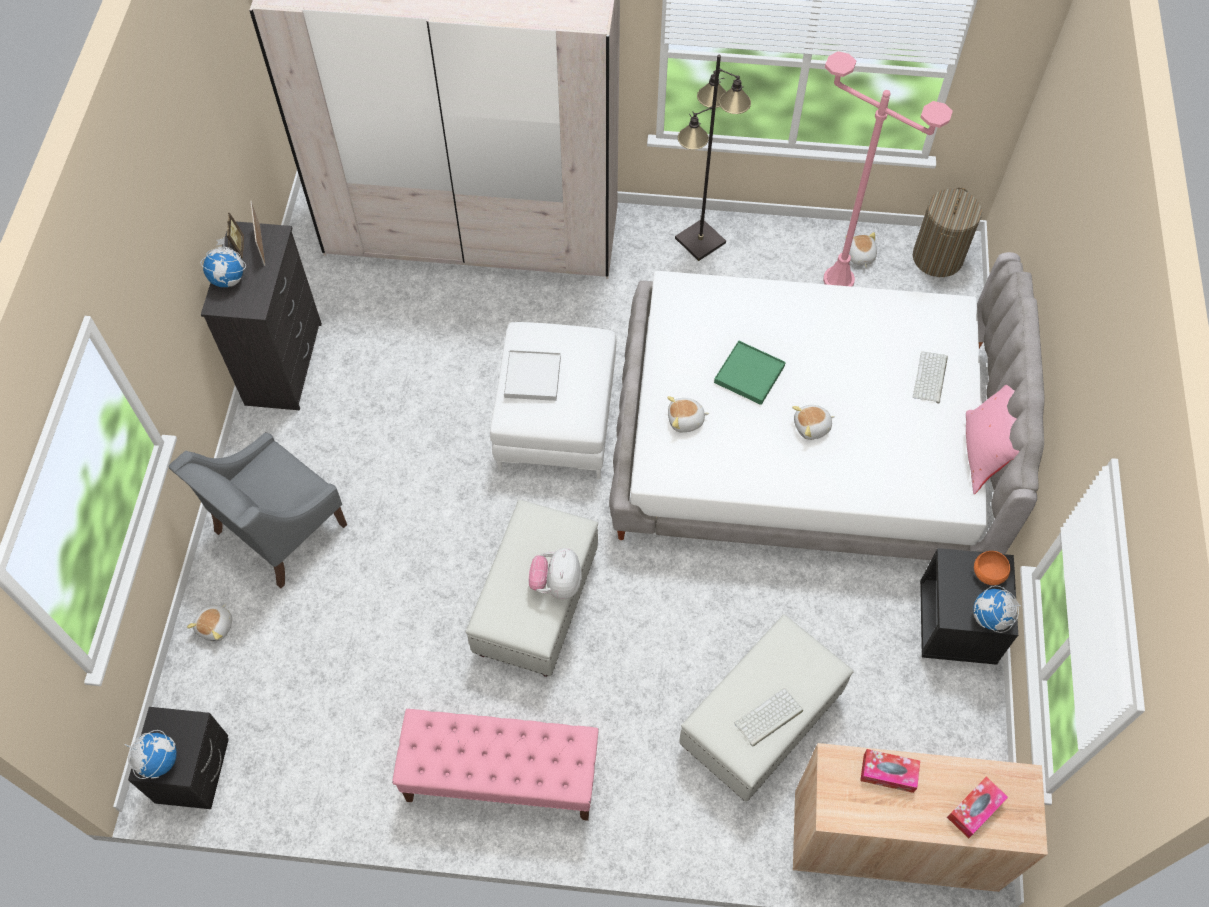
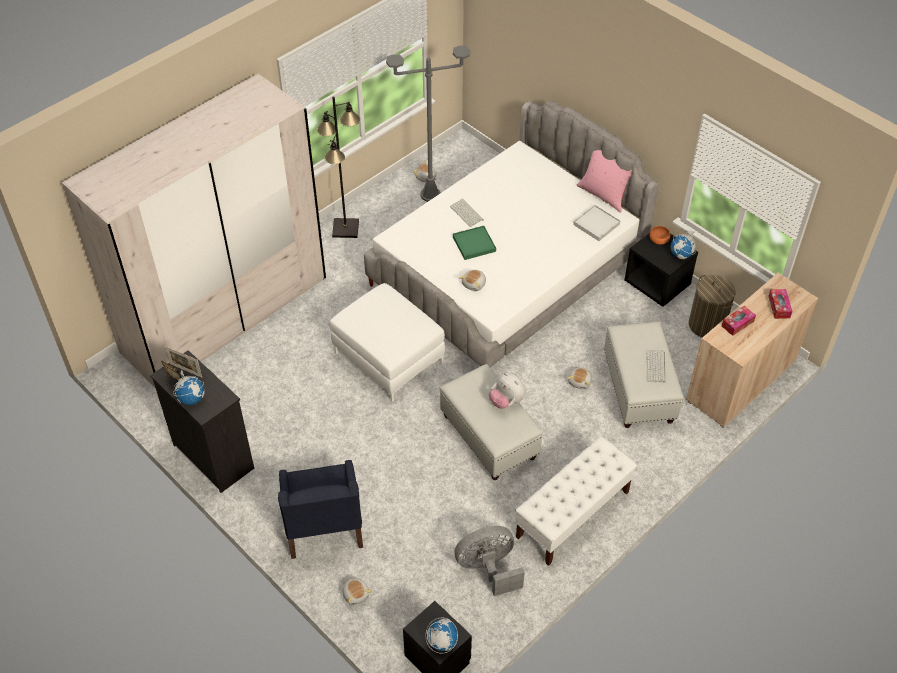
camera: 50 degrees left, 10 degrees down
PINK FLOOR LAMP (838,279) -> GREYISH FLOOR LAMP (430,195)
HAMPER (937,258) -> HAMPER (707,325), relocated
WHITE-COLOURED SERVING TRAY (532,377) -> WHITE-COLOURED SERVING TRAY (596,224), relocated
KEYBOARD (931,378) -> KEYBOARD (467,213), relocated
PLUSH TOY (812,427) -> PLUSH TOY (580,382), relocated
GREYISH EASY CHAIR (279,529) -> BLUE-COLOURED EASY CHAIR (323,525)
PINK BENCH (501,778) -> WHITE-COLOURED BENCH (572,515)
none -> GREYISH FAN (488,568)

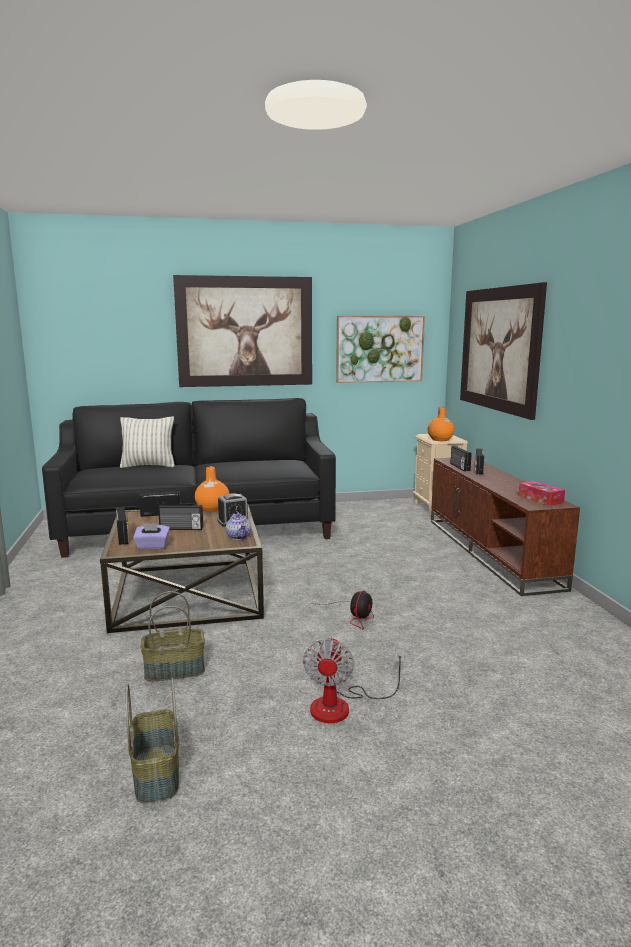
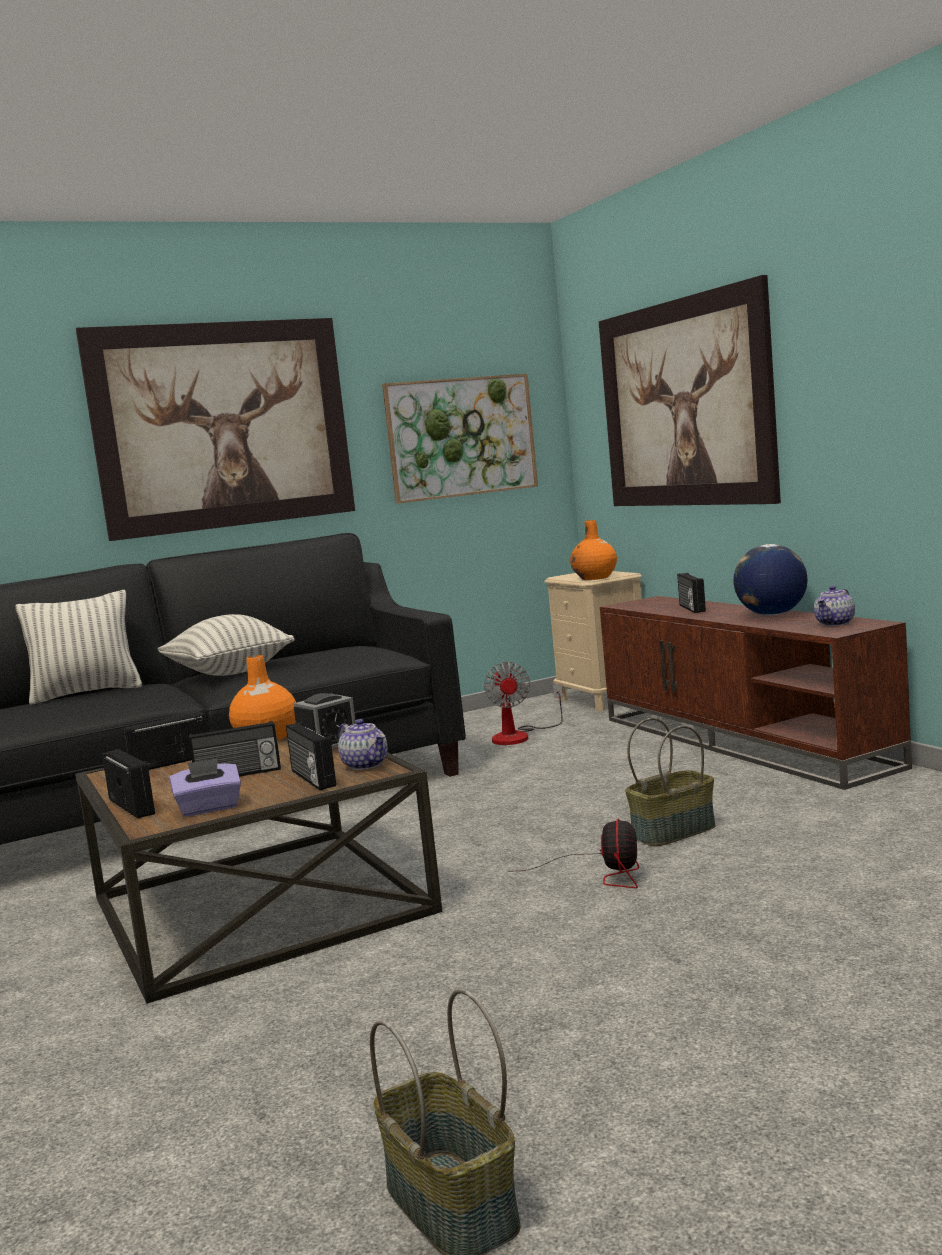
camera: 15 degrees left, 5 degrees down
RADIO SET (459,467) -> RADIO SET (311,779), relocated
TISSUE BOX (540,499) -> POT FOR TEA (835,623)
HOUSEHOLD BASKET (175,670) -> HOUSEHOLD BASKET (673,831), relocated
FAN (342,706) -> FAN (519,736), relocated
none -> GLOBE (771,615)
none -> CUSHION (229,672)

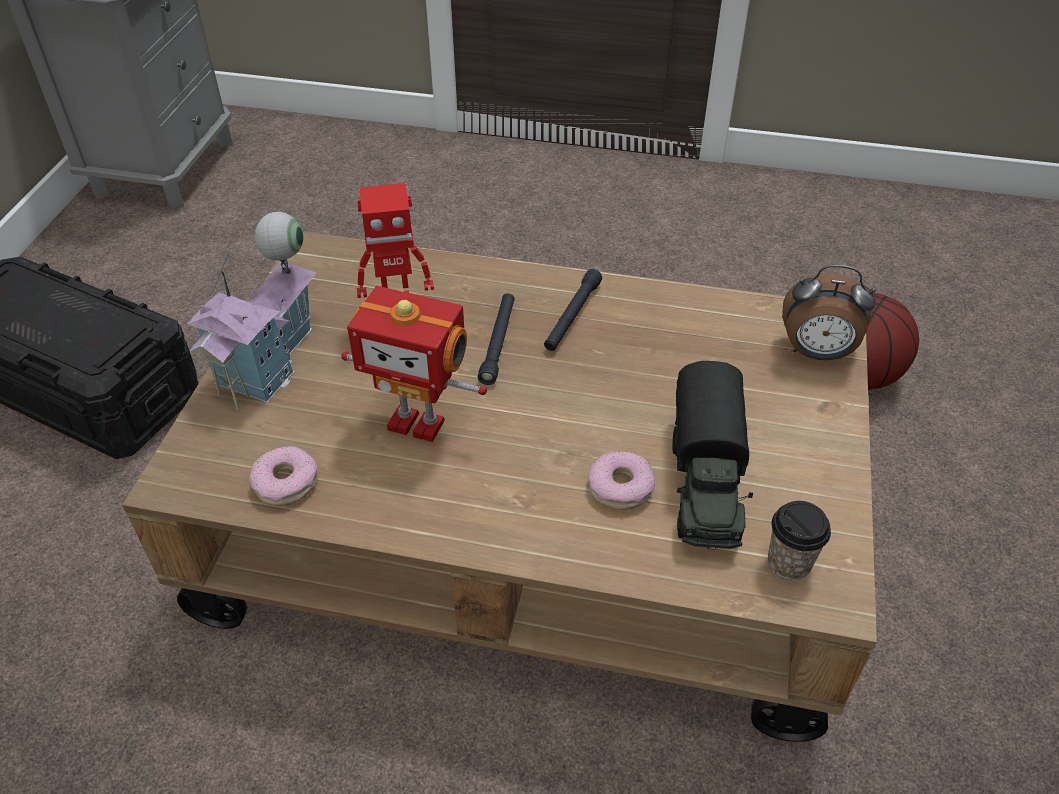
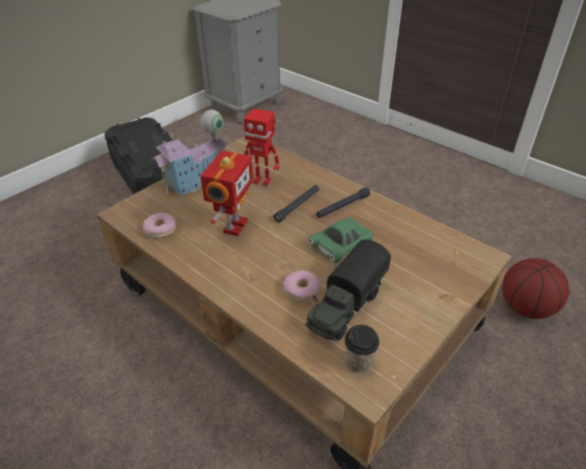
camera: 30 degrees right, 5 degrees down
TABLE CLOCK (816,353) -> none
TOY ROBOT (417,422) -> TOY ROBOT (233,226), 120 degrees counterclockwise
none -> GREENISH MODEL CAR (340,247)

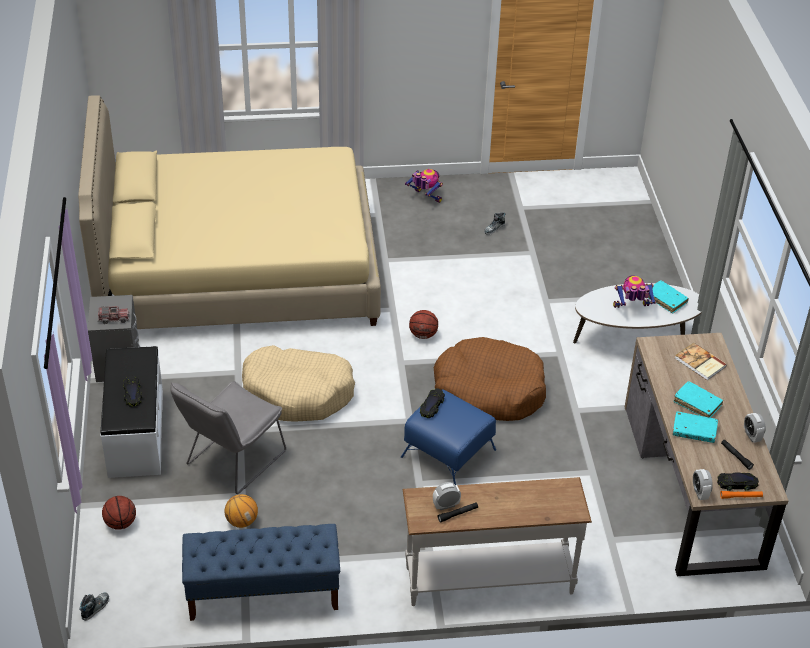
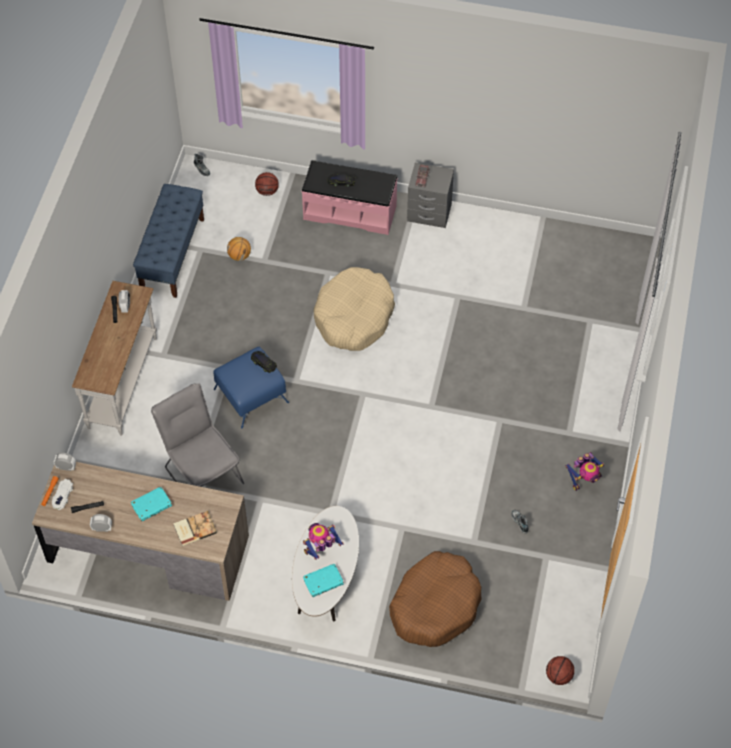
camera: 110 degrees right, 15 degrees up
BEIGE-COLOURED SLEEPING BED (238,271) -> none
TOY ROBOT (631,309) -> TOY ROBOT (321,549), 135 degrees counterclockwise
BASKETBALL BALL (423,335) -> BASKETBALL BALL (558,676), relocated
BROWNISH DOG CUSHION (489,391) -> BROWNISH DOG CUSHION (435,605), relocated
WHITE-COLOURED BENCH (135,433) -> PINK BENCH (350,212)
GREYISH PLAIN CHAIR (231,462) -> GREYISH PLAIN CHAIR (201,471), relocated
BLUE-GREEN BOOK (694,431) -> none
BLACK MODEL CAR (737,484) -> WHITE-COLOURED MODEL CAR (62,496)

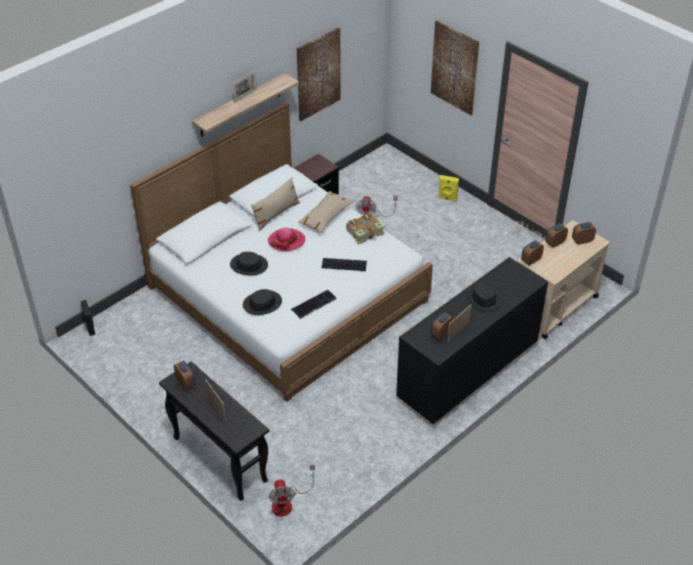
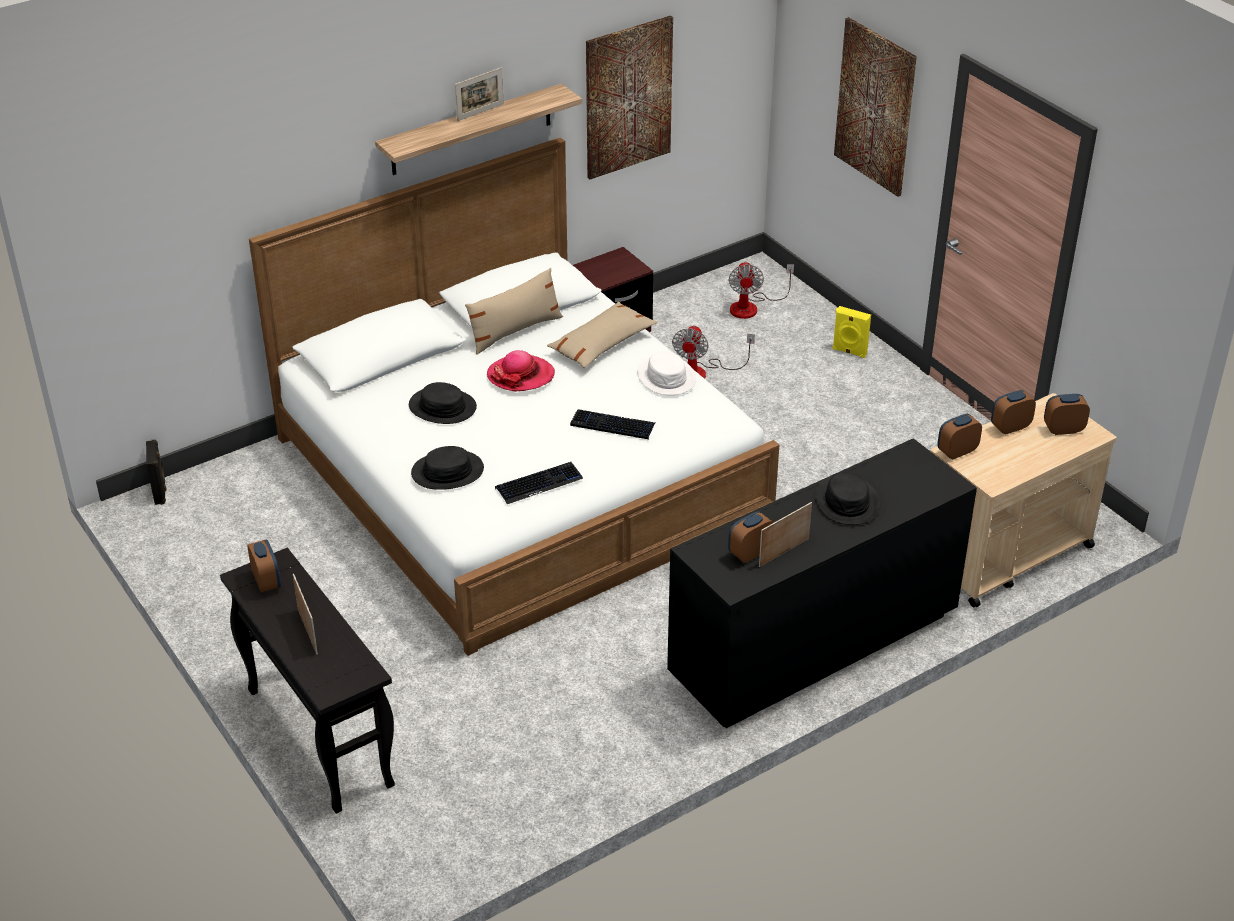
camera: 10 degrees right, 5 degrees down
BOOK (365,232) -> WHITE-COLOURED HAT (666,377)
FAN (287,502) -> FAN (751,307), relocated

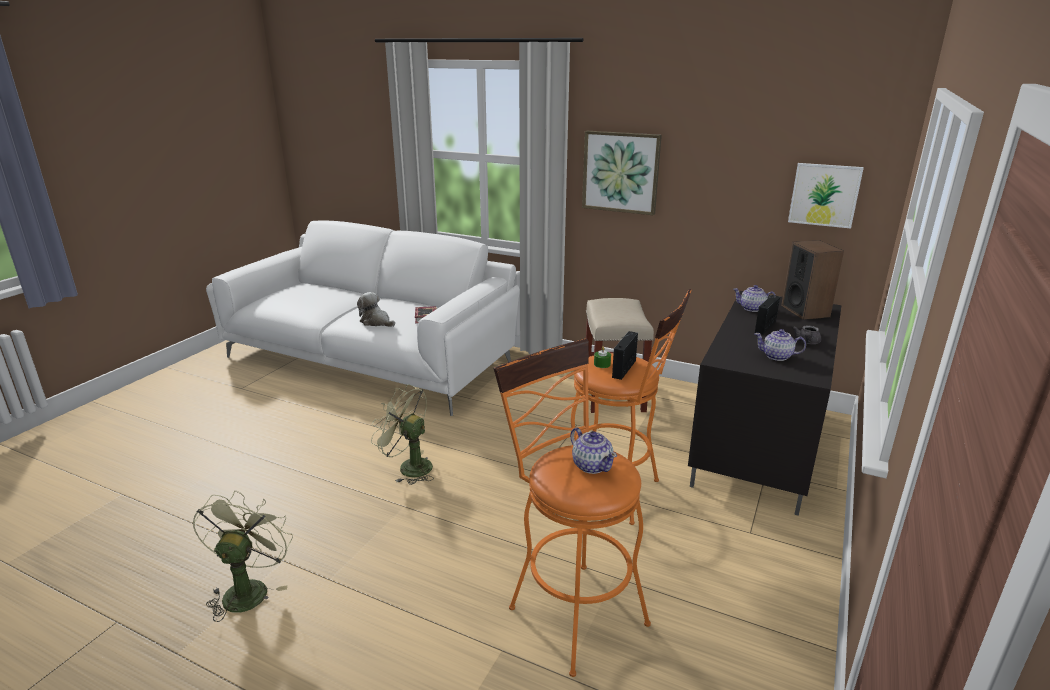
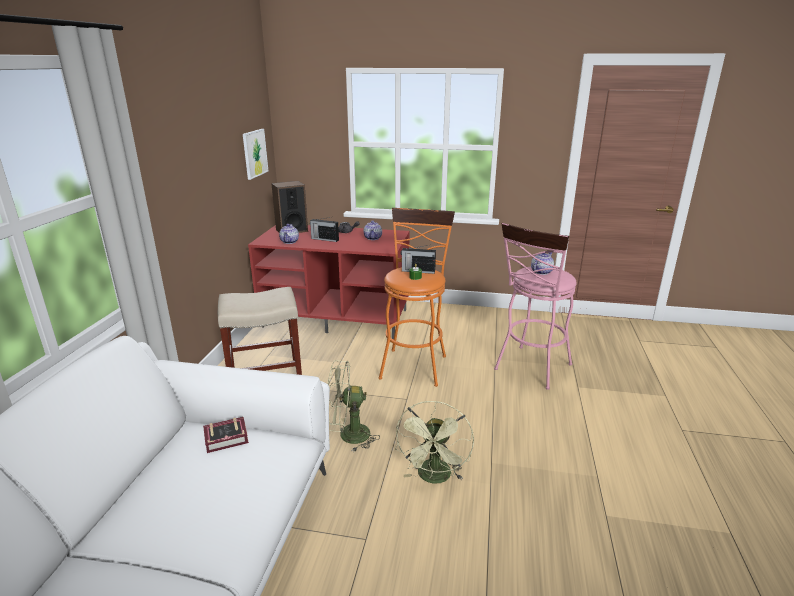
camera: 105 degrees left, 0 degrees up
WALL PICTURE (621,172) -> none
BLACK TV UNIT (759,447) -> REDDISH TV UNIT (337,318)
PLUSH TOY (376,322) -> none
ORANGE-COLOURED STOOL SEAT (570,608) -> PINK STOOL SEAT (530,369)
GREENISH FAN (248,589) -> GREENISH FAN (347,436), relocated

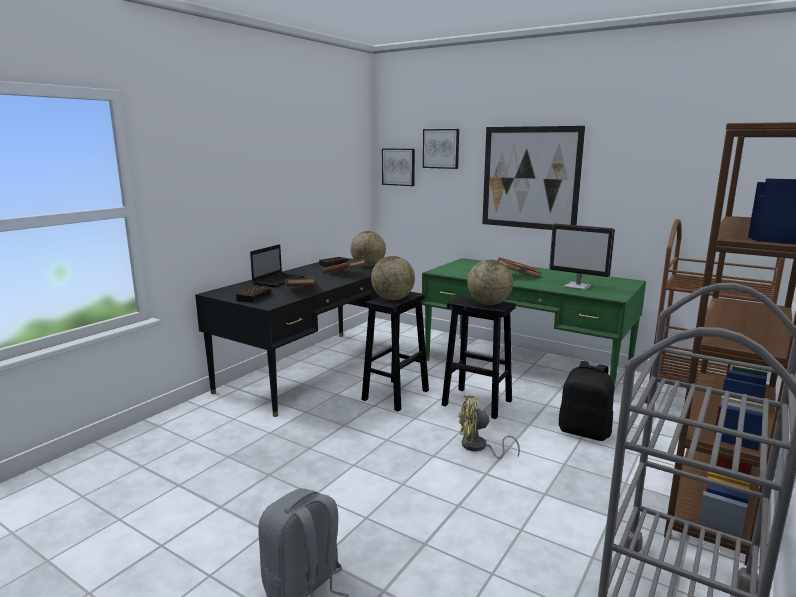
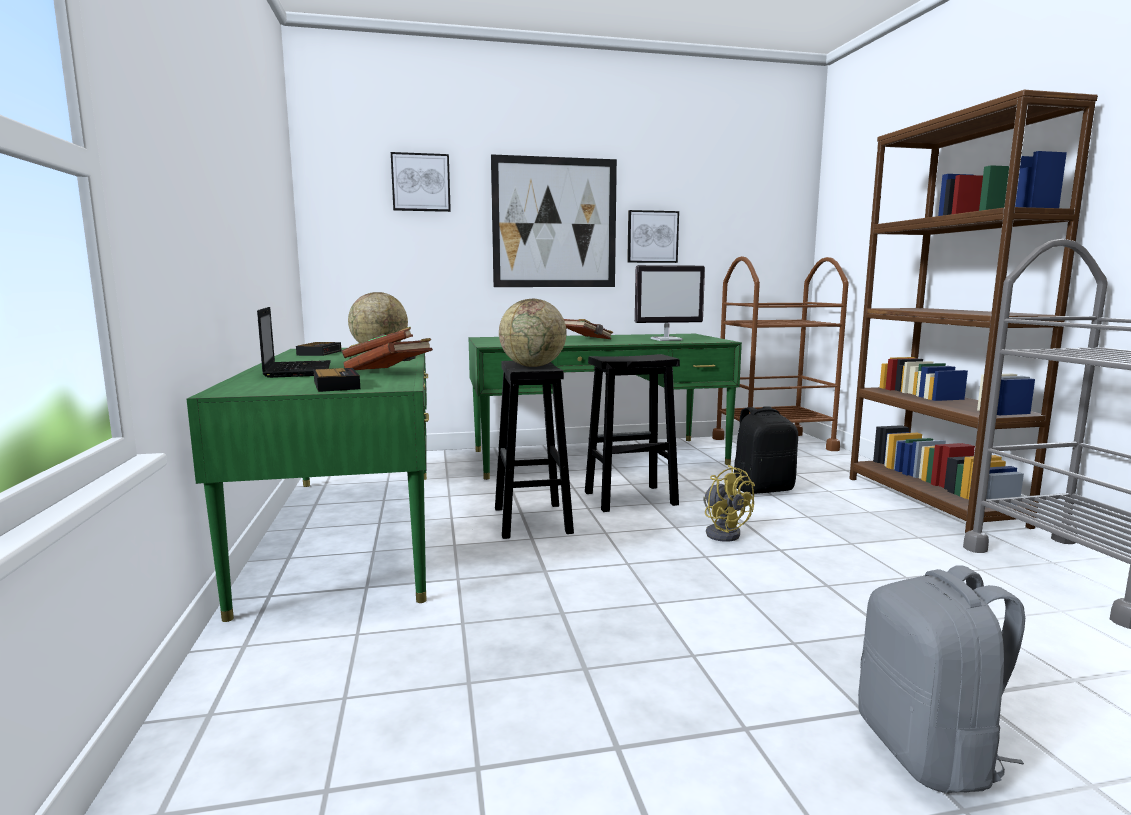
camera: 45 degrees left, 5 degrees down
WALL PICTURE (398,167) -> WALL PICTURE (652,237), relocated
BLACK DESK UNIT (313,369) -> GREENISH DESK UNIT (351,530)
GLOBE (488,303) -> none
YELLOW FAN (478,447) -> YELLOW FAN (723,532), 75 degrees counterclockwise

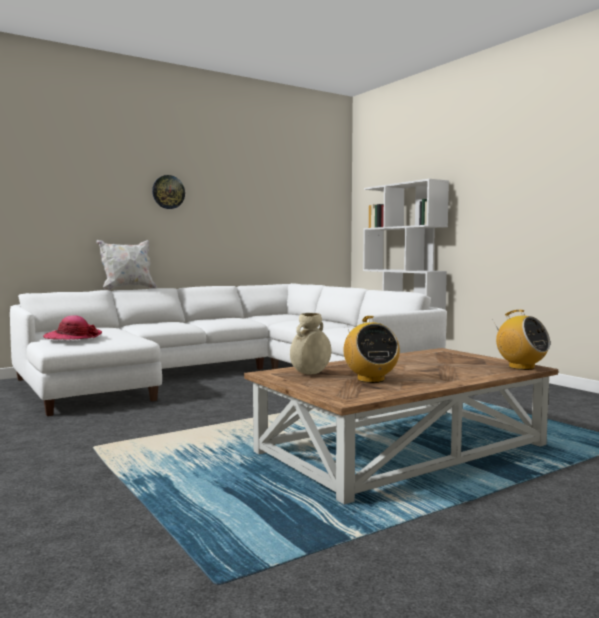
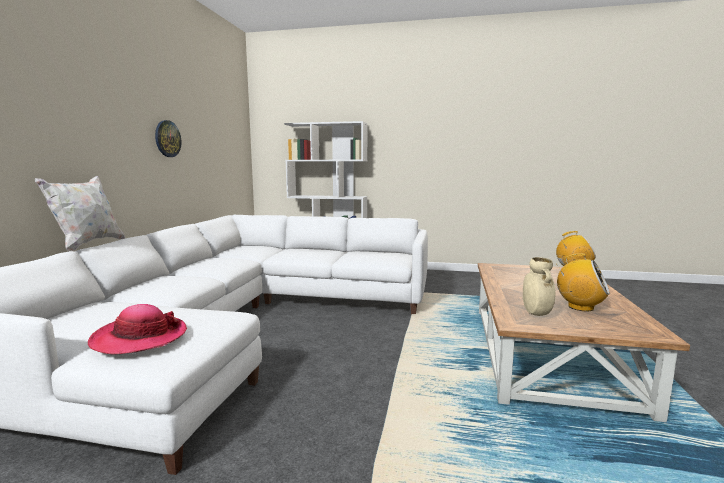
camera: 45 degrees left, 5 degrees up
WALL CLOCK (168,192) -> WALL CLOCK (167,139), relocated

